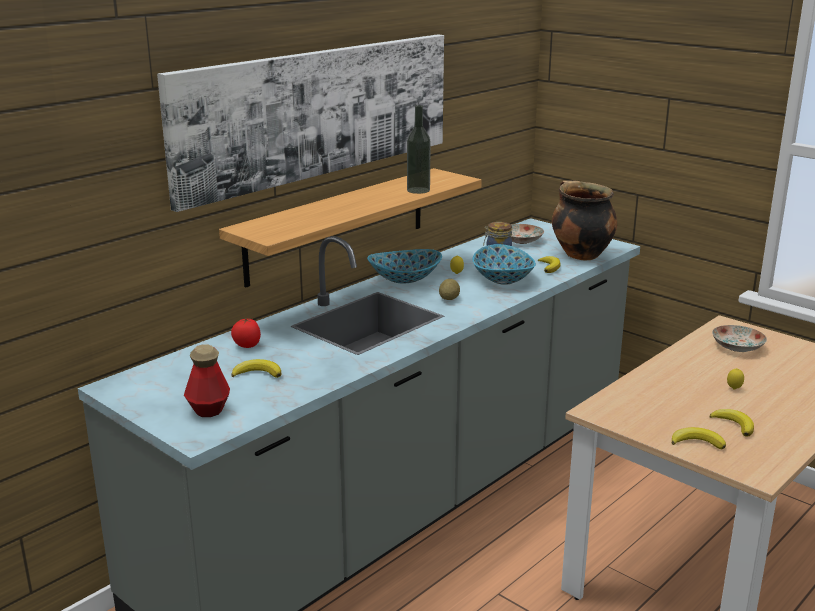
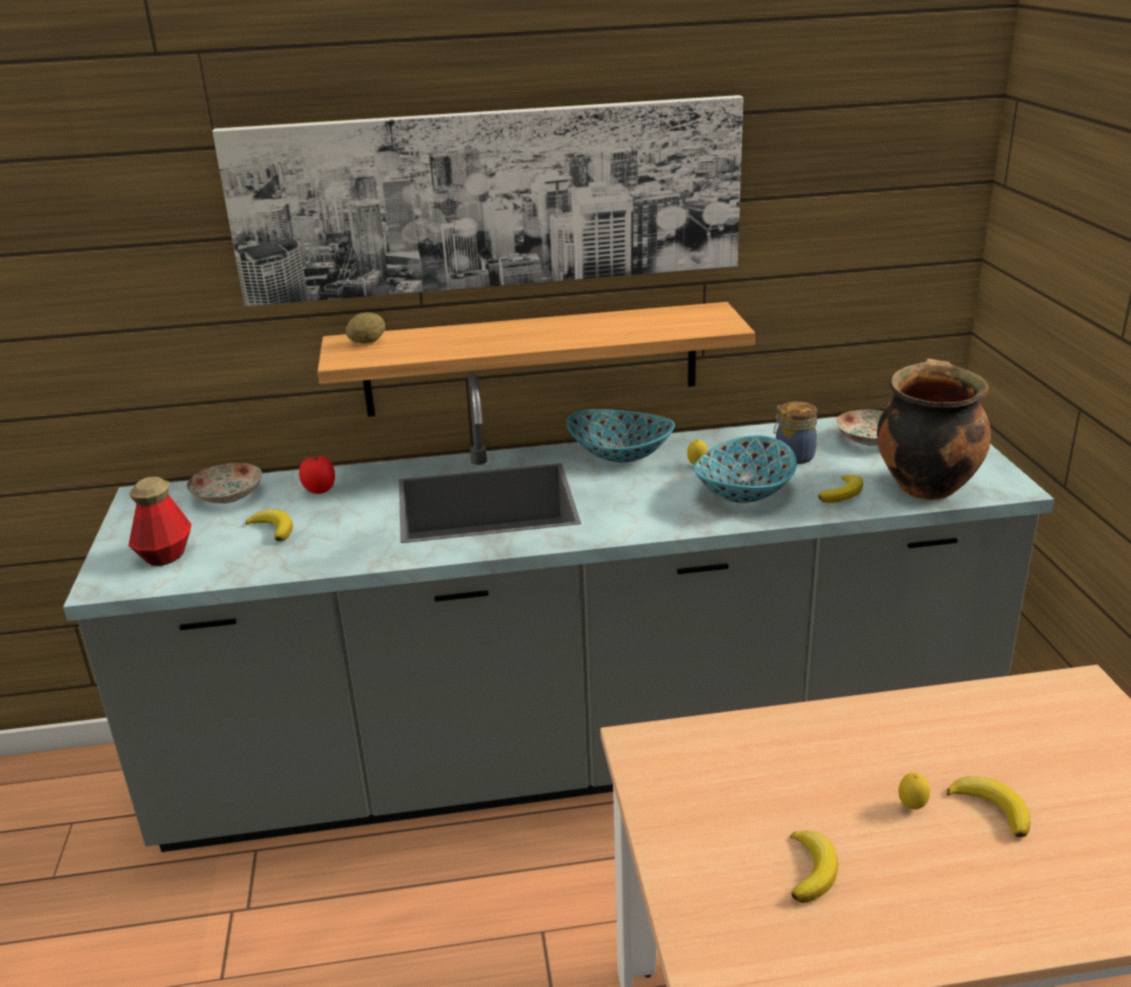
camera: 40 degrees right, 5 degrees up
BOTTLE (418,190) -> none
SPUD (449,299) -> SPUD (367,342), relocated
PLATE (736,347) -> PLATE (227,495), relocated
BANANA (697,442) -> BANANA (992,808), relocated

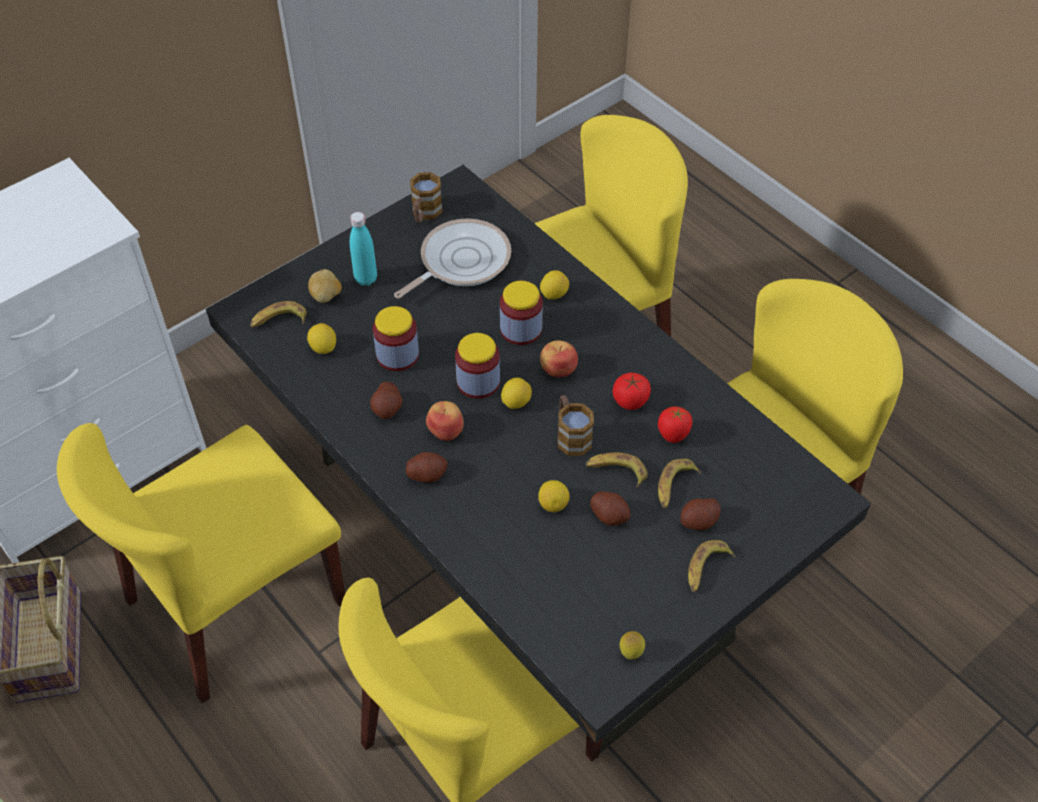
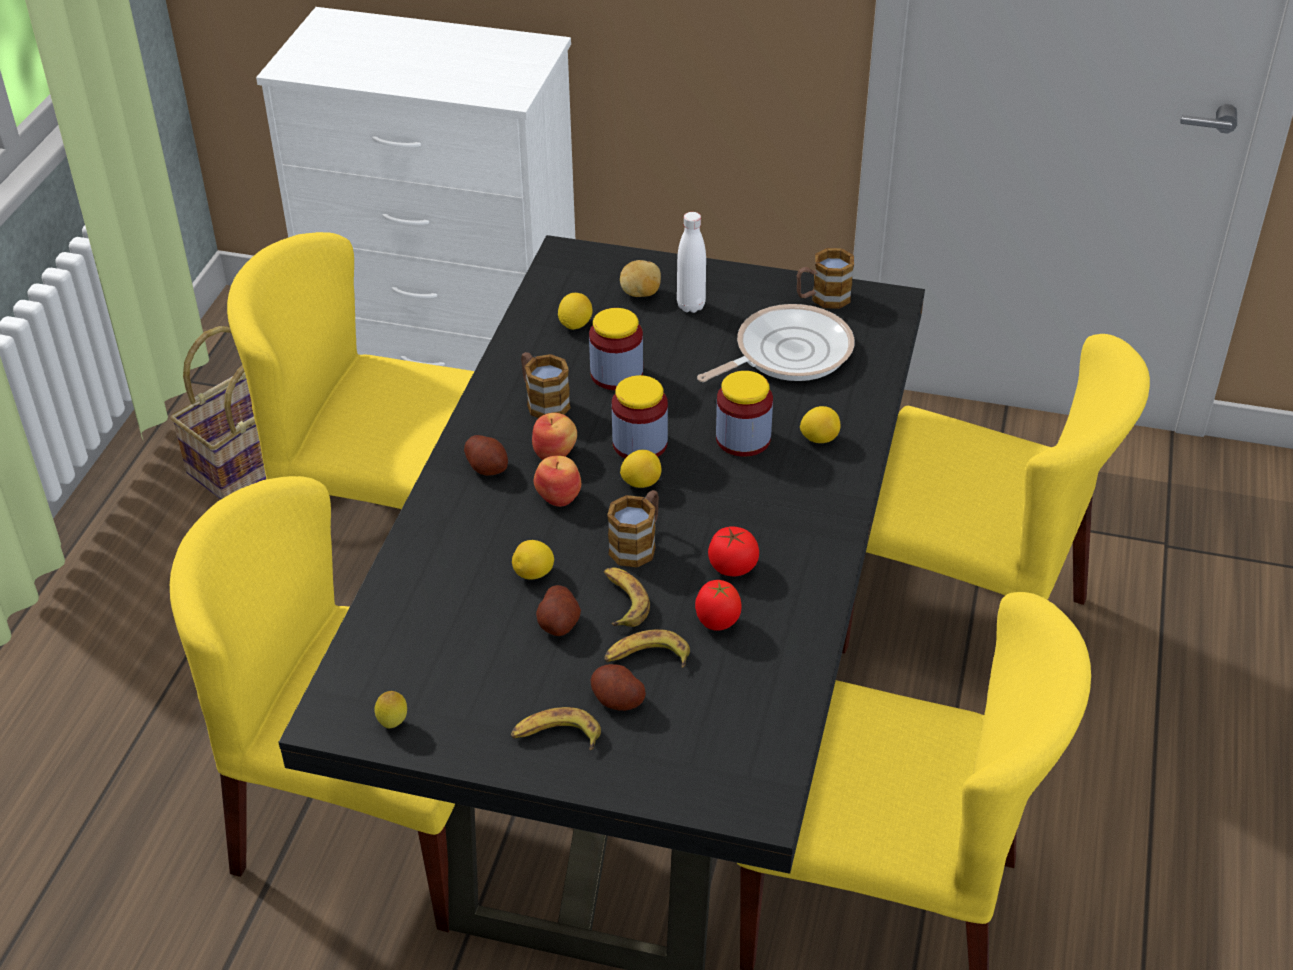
camera: 55 degrees right, 10 degrees down
BLUE-GREEN BOTTLE (366,279) -> WHITE-COLOURED BOTTLE (691,306)
FRYING PAN (460,261) -> FRYING PAN (787,353), 45 degrees counterclockwise
BANANA (279,321) -> none
WHOLE APPLE (558,368) -> WHOLE APPLE (559,495), relocated
SPUD (387,408) -> COFFEE MUG (543,401)

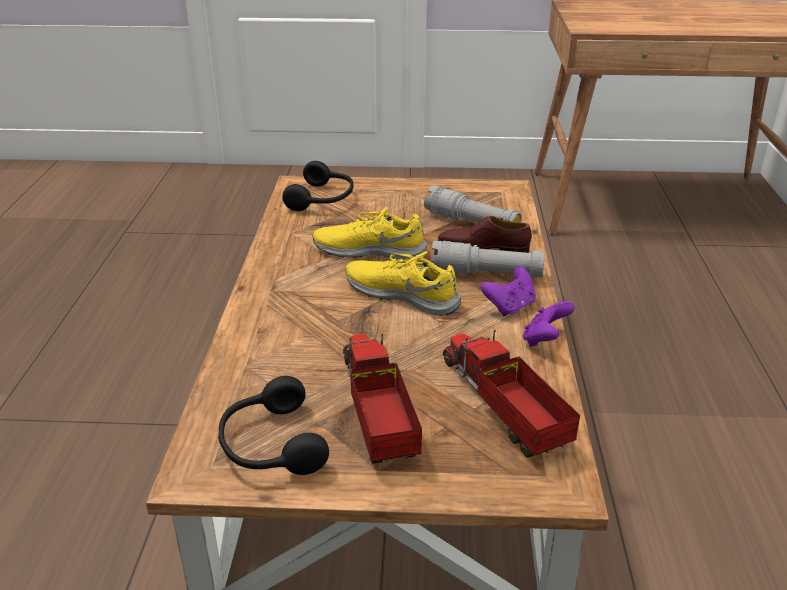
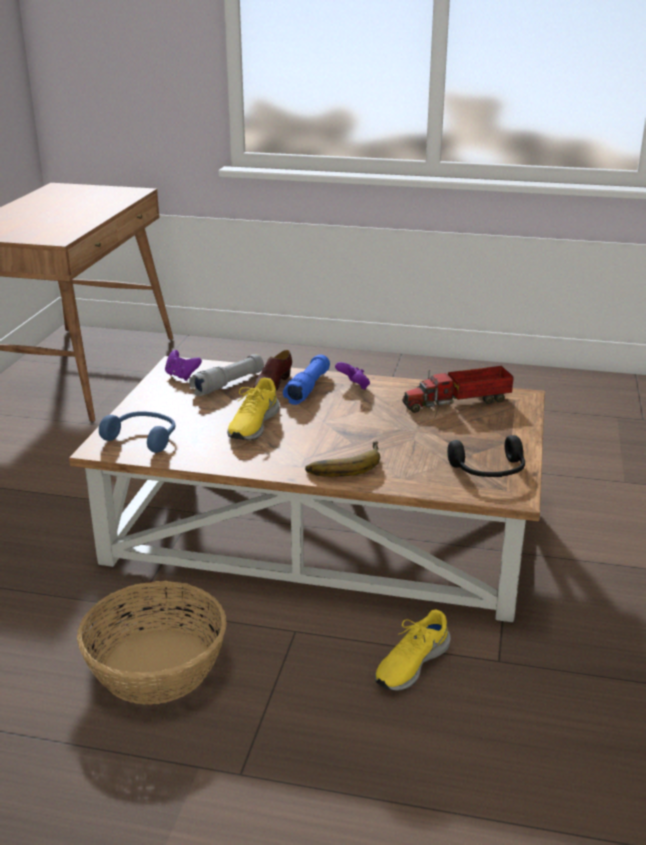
camera: 80 degrees left, 5 degrees down
BLACK HEADSET (323,199) -> BLUE-COLOURED HEADSET (143,438)
GREYISH TORCH (486,274) -> BLUE-COLOURED TORCH (308,388)
YELLOW ITEM OF FOOTWEAR (402,294) -> YELLOW ITEM OF FOOTWEAR (411,663), relocated
PURPLE JOYPAD (545,340) -> PURPLE JOYPAD (182,376), relocated
TOY TRUCK (376,412) -> none
none -> BANANA (343,464)
none -> HOUSEHOLD BASKET (155,666)

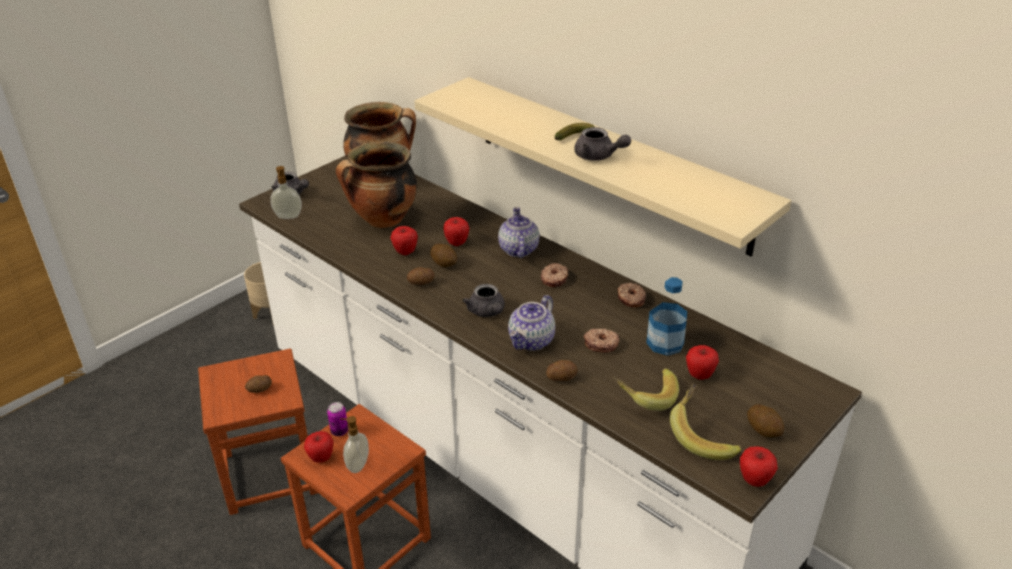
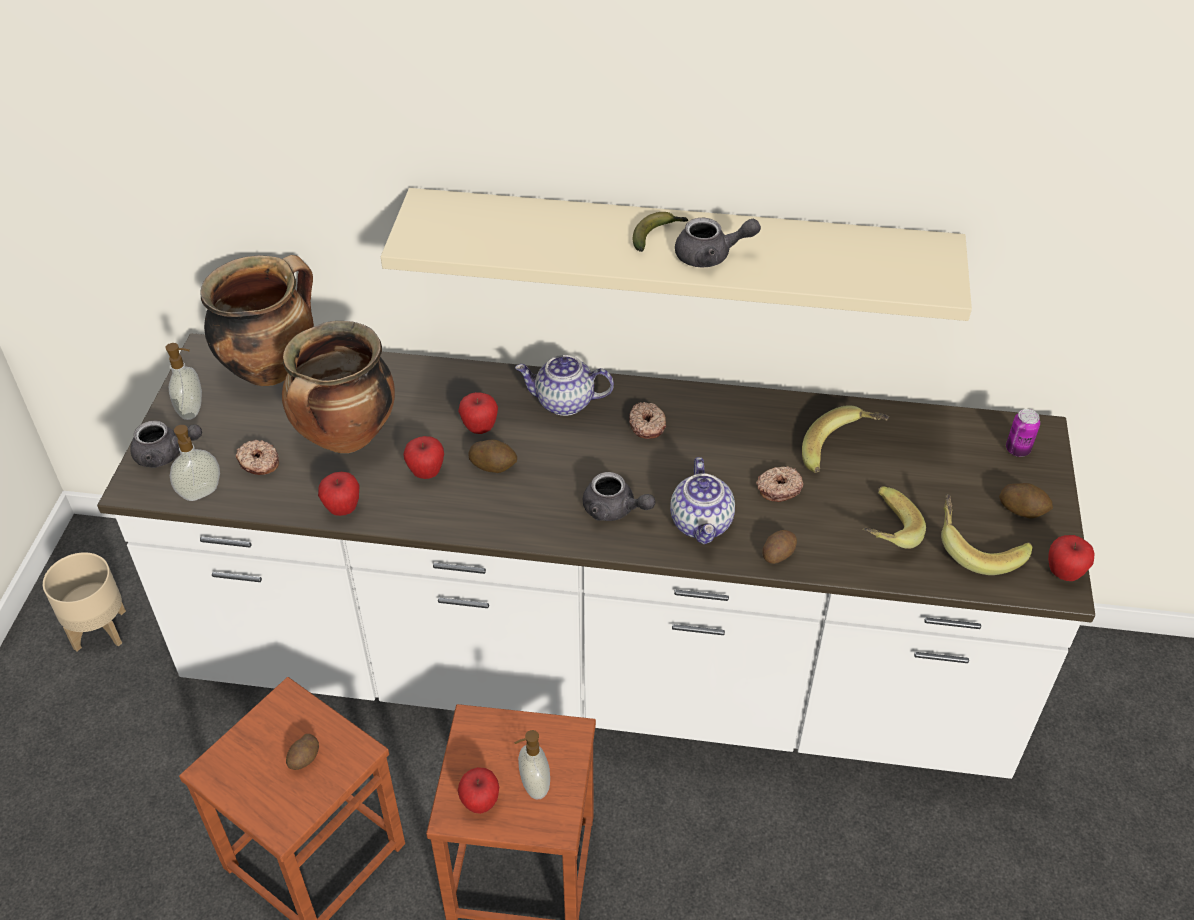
camera: 35 degrees left, 10 degrees up
POT FOR TEA (518,249) -> POT FOR TEA (564,402), 45 degrees counterclockwise
SPUD (421,283) -> none
BOTTLE (665,343) -> BANANA (841,453)
DOUGHNUT (630,299) -> DOUGHNUT (258,463), relocated
WHOLE APPLE (699,375) -> WHOLE APPLE (342,509), relocated
SEALED CAN (339,431) -> SEALED CAN (1017,450), relocated
none -> SOAP BOTTLE (193,410)

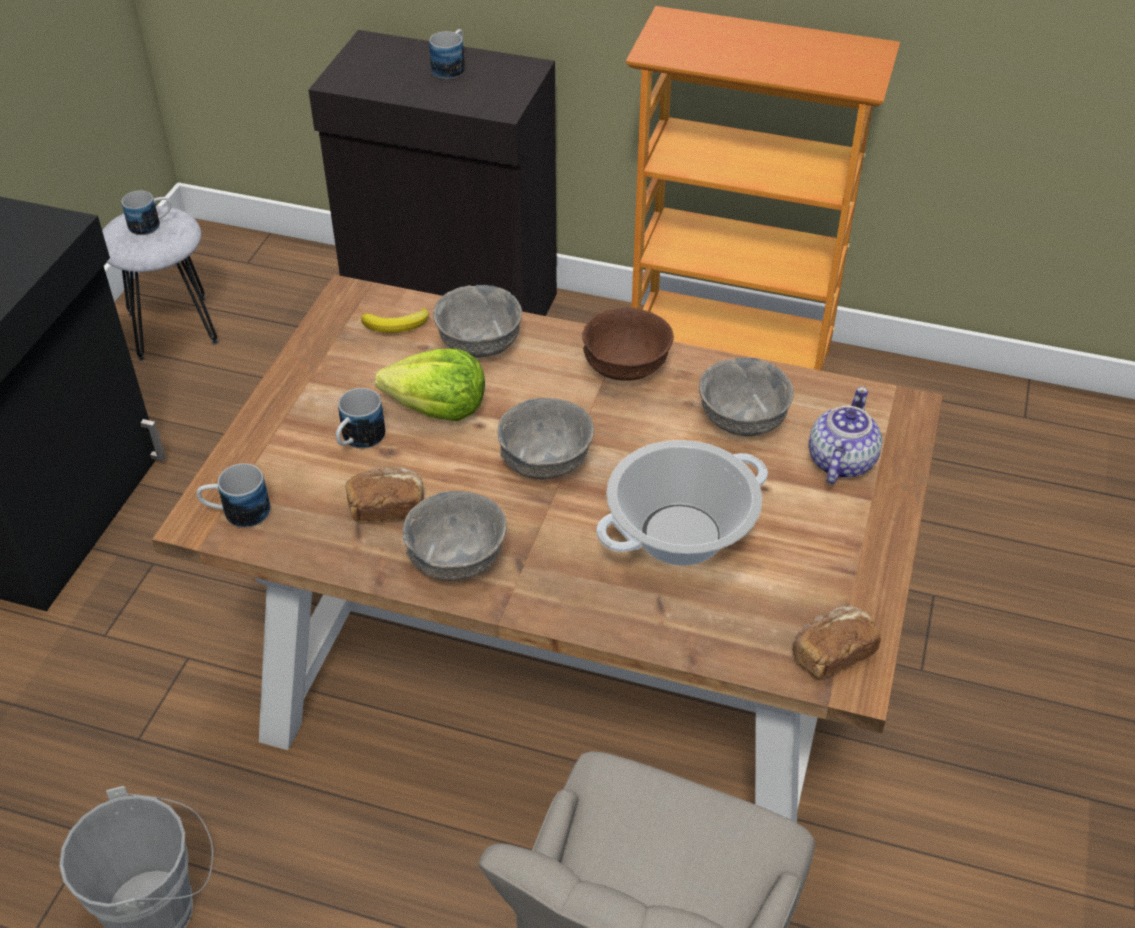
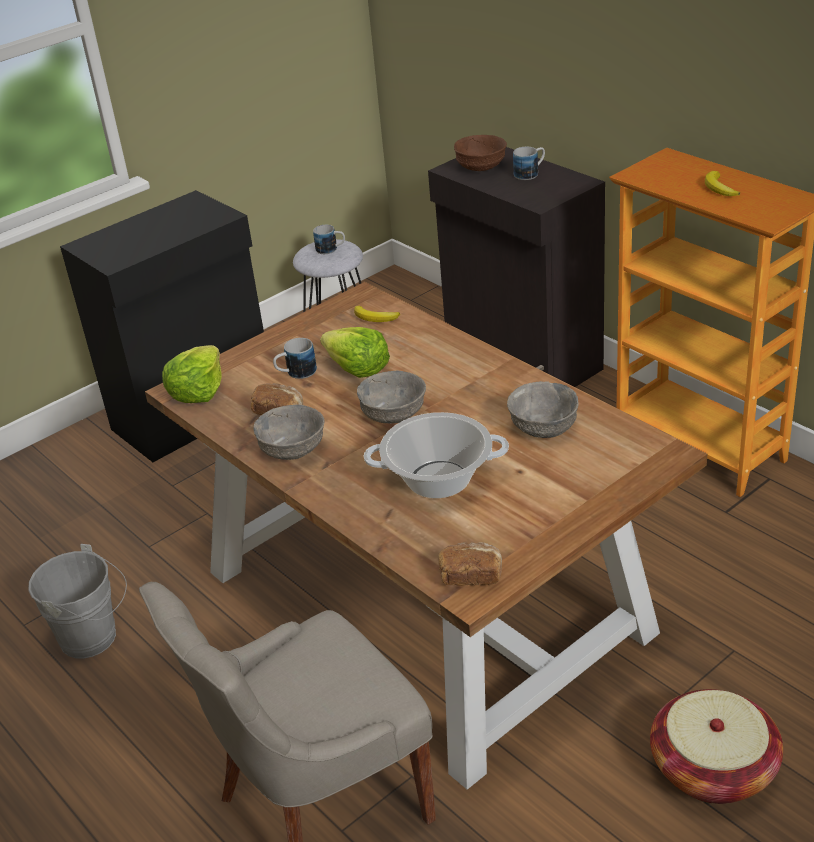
camera: 35 degrees right, 10 degrees down
GREYISH SERVING BOWL (479,343) -> none
BROWNISH SERVING BOWL (625,368) -> BROWNISH SERVING BOWL (480,168), relocated
POT FOR TEA (840,462) -> none
COFFEE MUG (237,513) -> HEAD OF LETTUCE (197,391)
none -> BANANA (719,188)
none -> HOUSEHOLD BASKET (713,769)

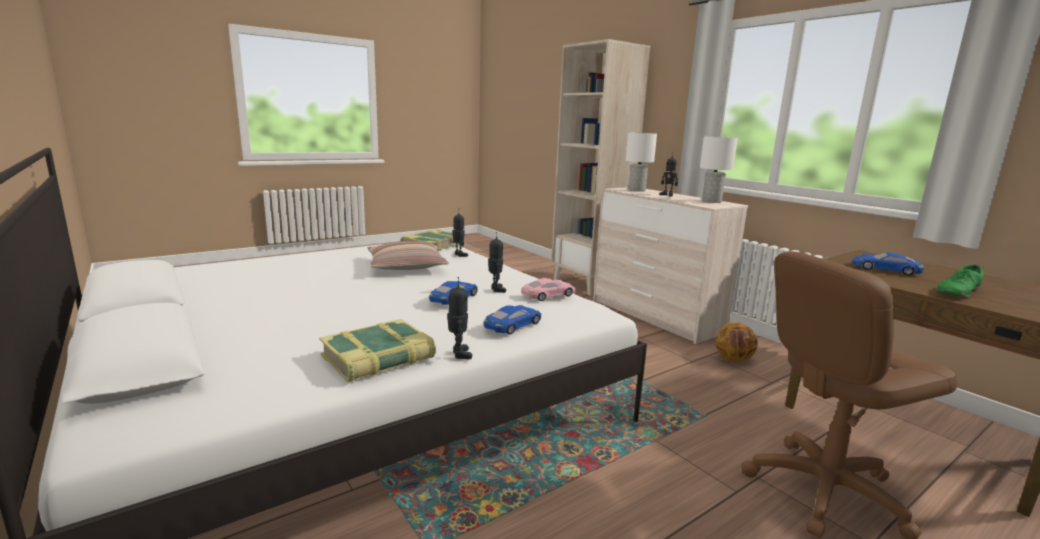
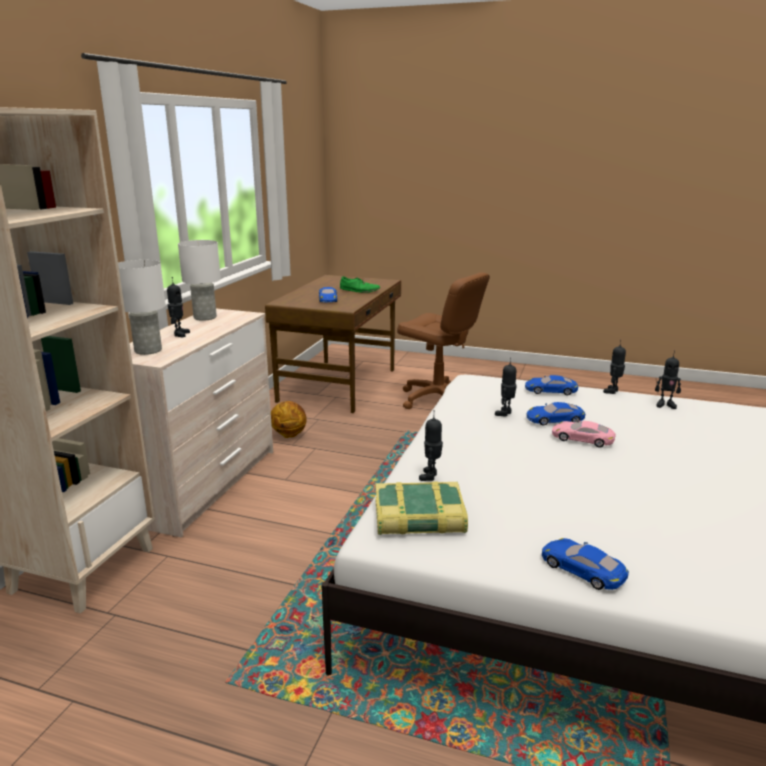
camera: 125 degrees left, 5 degrees up
CUSHION (406,266) -> none
PINK MODEL CAR (548,295) -> PINK MODEL CAR (582,438), relocated
BOOK (378,358) -> TOY ROBOT (665,405)
none -> BLUE-COLOURED MODEL CAR (582,569)

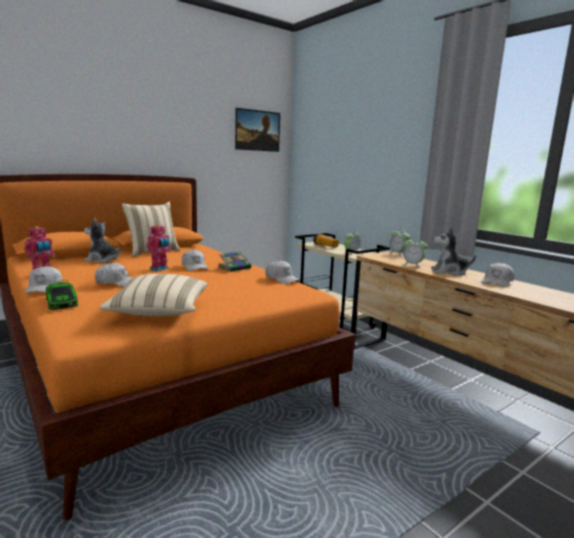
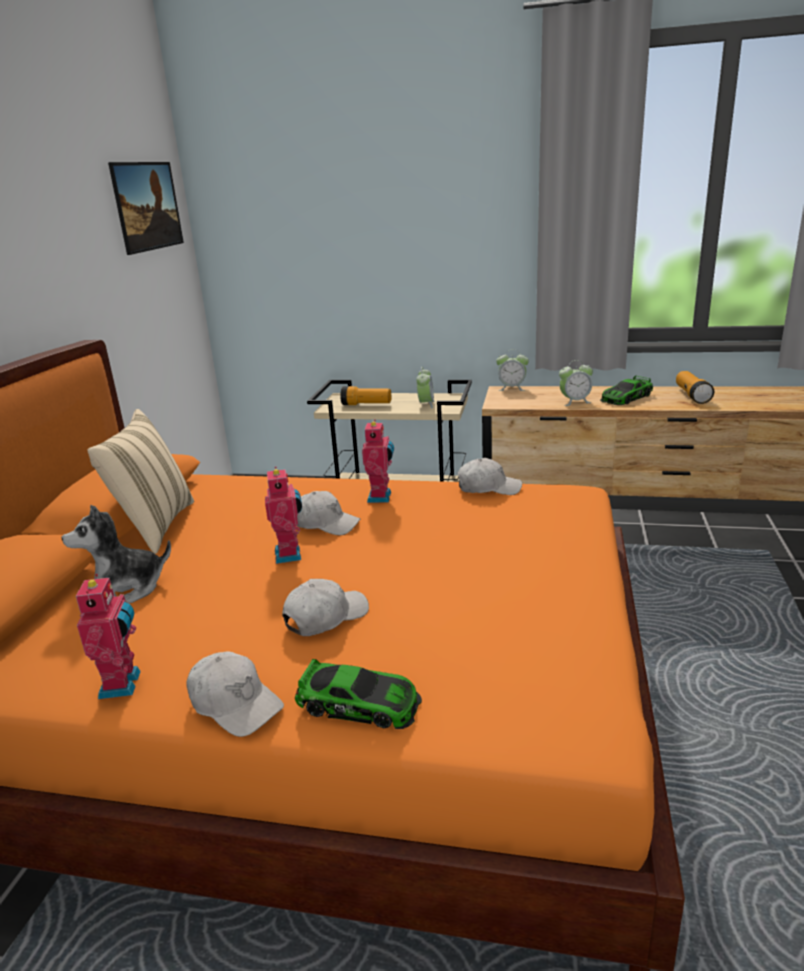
camera: 40 degrees left, 10 degrees up
PLUSH TOY (449,272) -> MODEL CAR (626,397)
BOOK (235,268) -> TOY ROBOT (381,497)
WHITE-COLOURED BASEBALL CAP (497,282) -> TORCH (692,396)
BEIGE-COLOURED CUSHION (159,312) -> none

